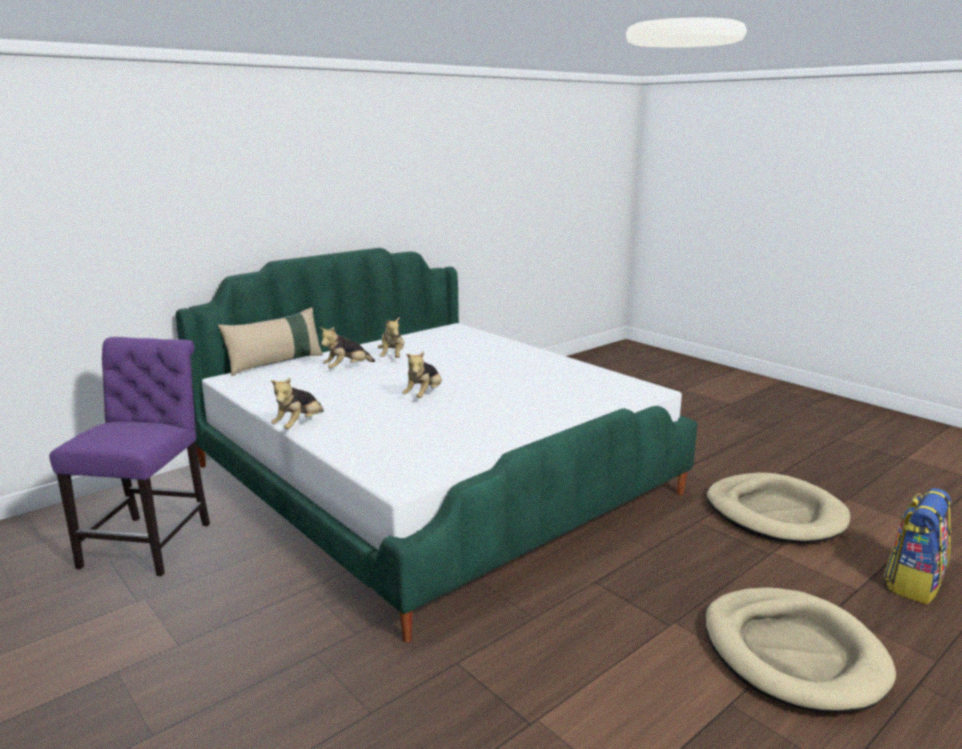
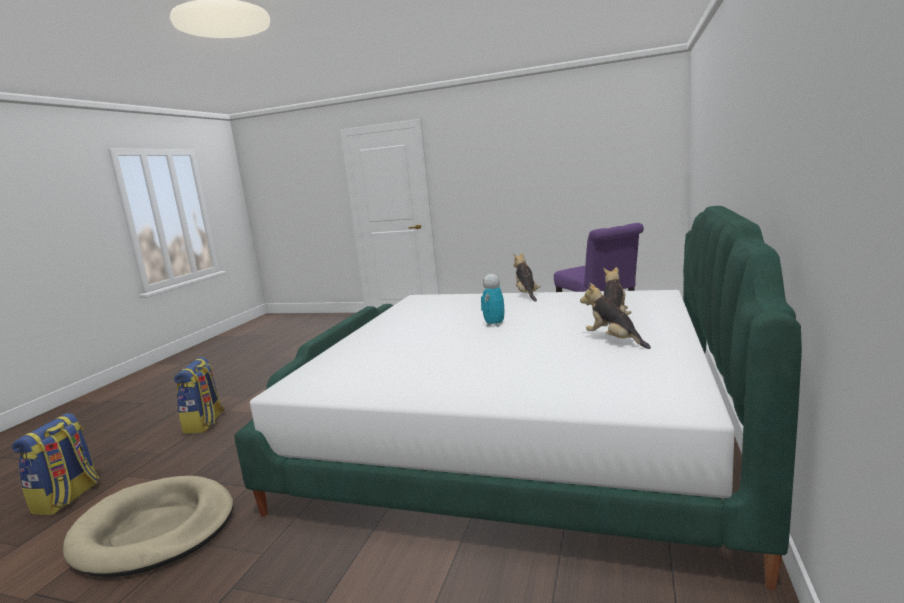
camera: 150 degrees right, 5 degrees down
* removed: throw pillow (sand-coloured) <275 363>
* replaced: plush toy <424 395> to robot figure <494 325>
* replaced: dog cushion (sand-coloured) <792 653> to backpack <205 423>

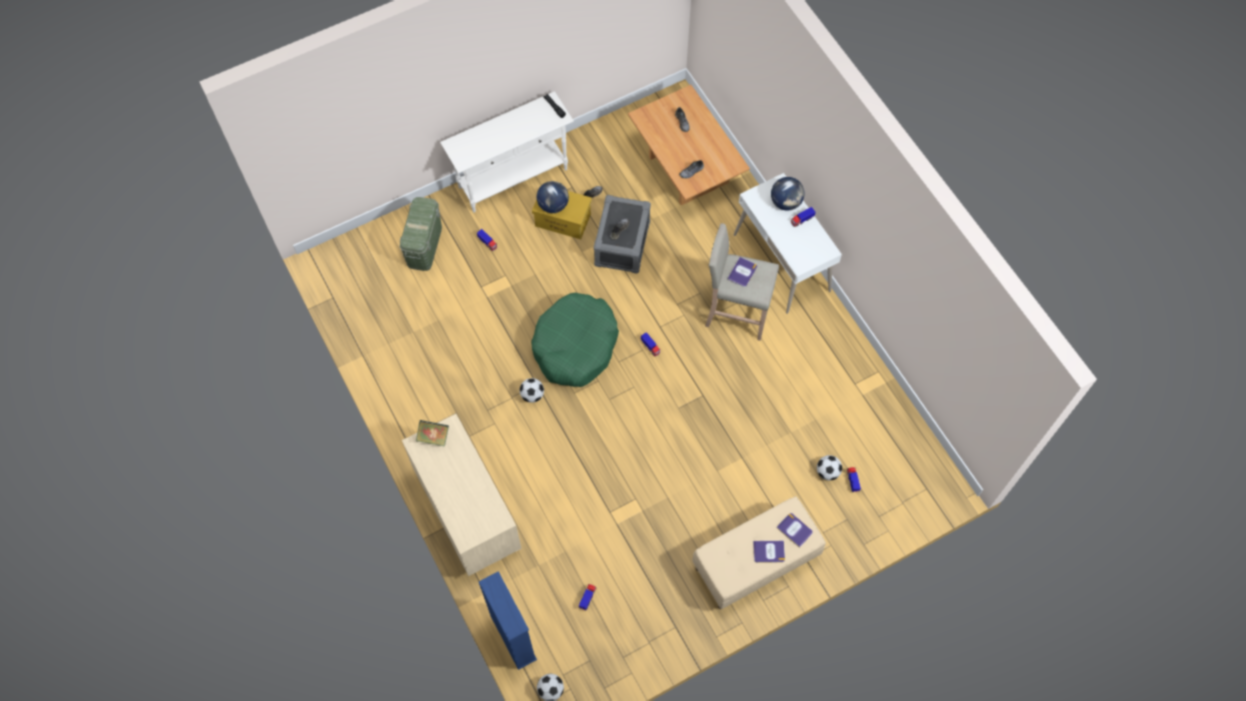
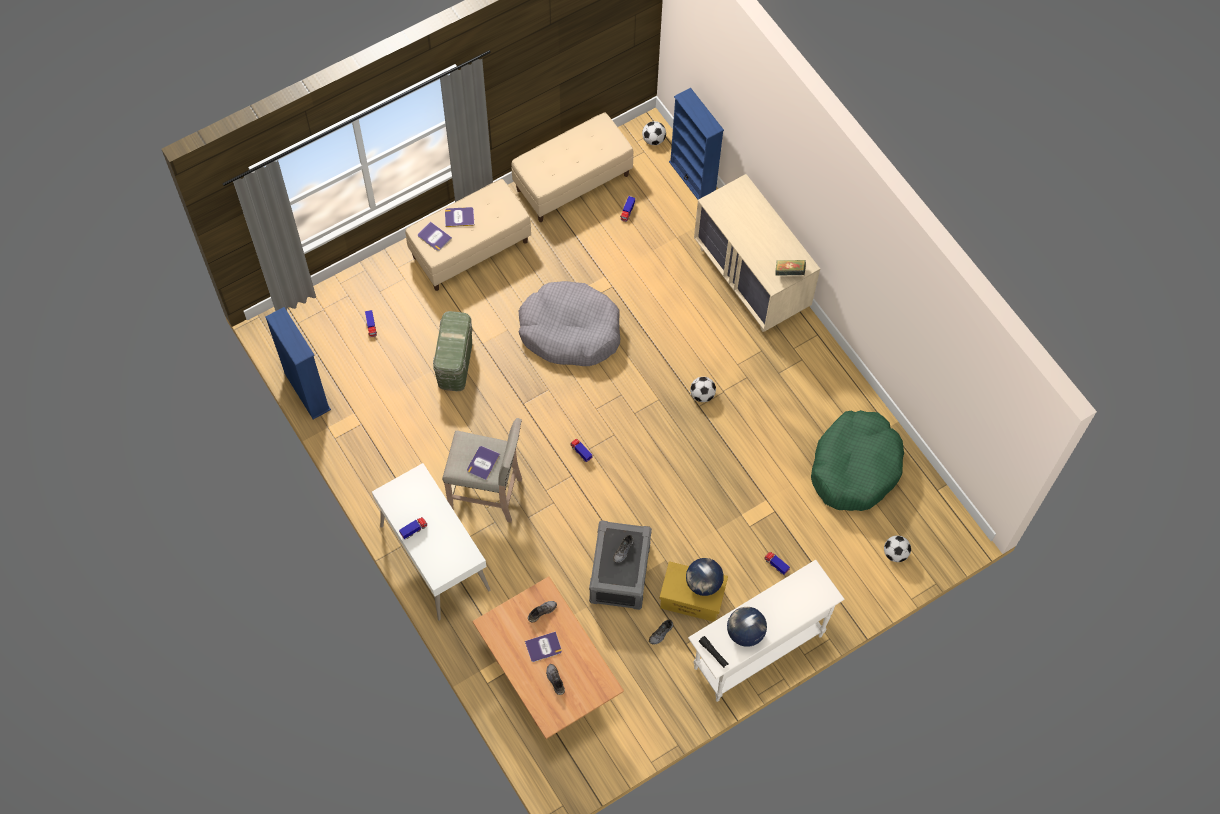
camera: 175 degrees right, 0 degrees up
* added: bookcase (bluish) <307 391>
* added: indoor bench (sand-coloured) <572 182>
* added: dog cushion (greyish) <570 331>
* added: volume <543 647>
* moved: storage container (greenish) <424 246> to <455 363>
* moved: dog cushion (greenish) <575 346> to <855 466>
* moved: globe <786 202> to <745 632>
* moved: football <827 472> to <895 553>

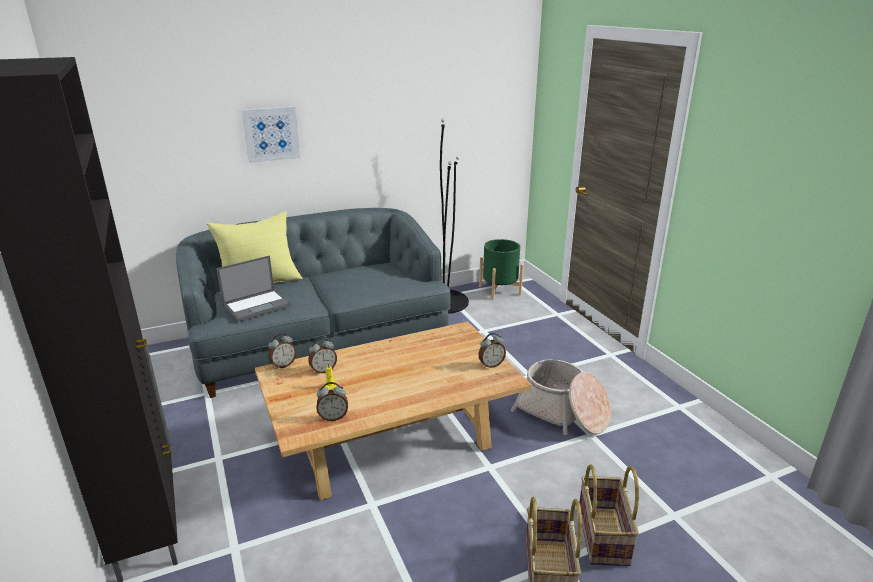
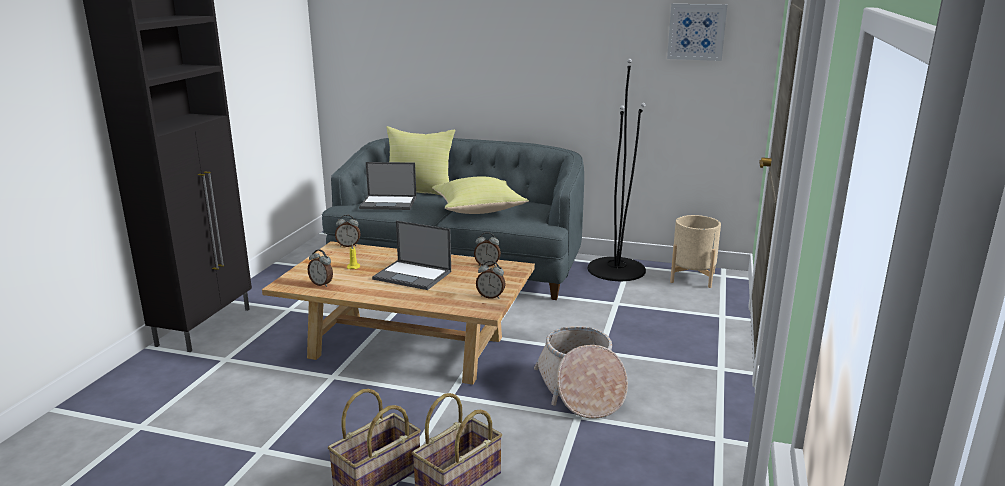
camera: 40 degrees right, 5 degrees down
* added: notebook computer <413 275>
* added: throw pillow (yellow-coloured) <479 210>
* moved: picture <271 134> to <696 32>
* moved: bedside clock <323 370> to <487 265>
* recoloured: plant pot (greenish) <500 290> to plant pot (sand-coloured) <692 277>

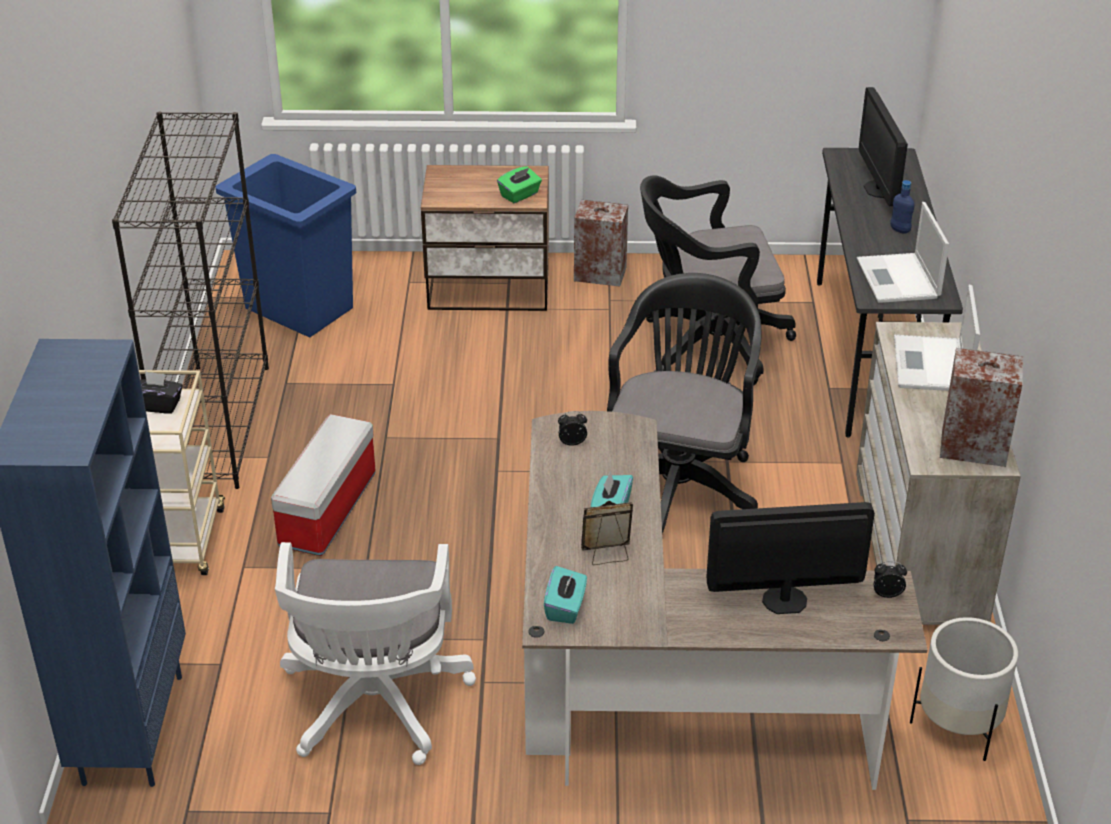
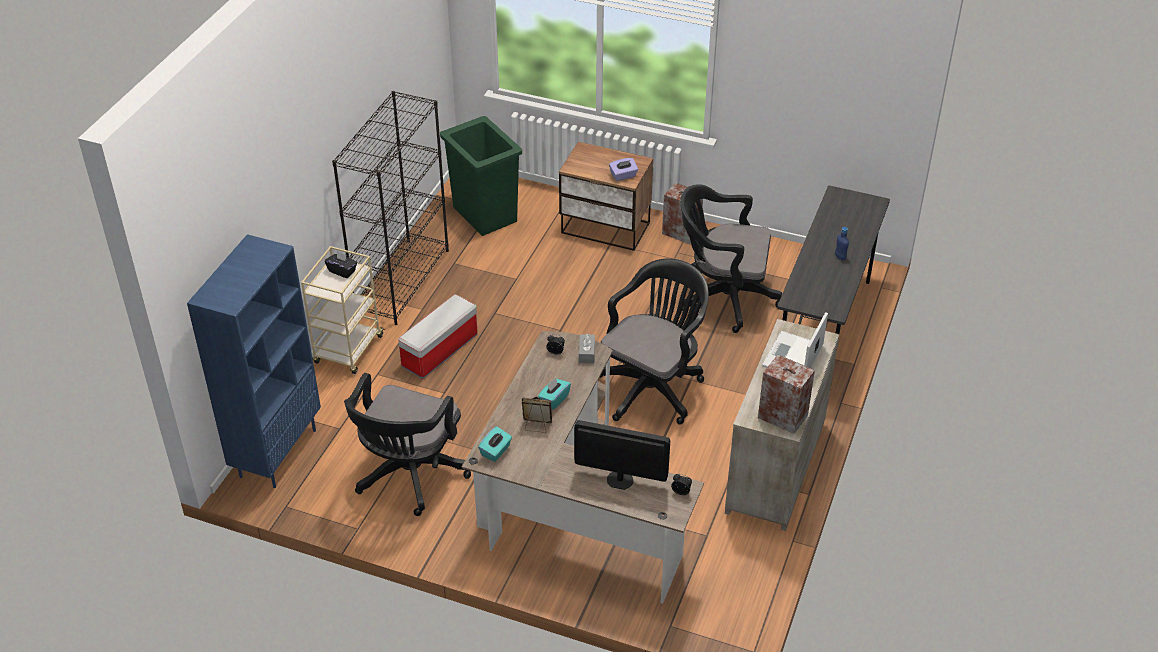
camera: 20 degrees right, 5 degrees up
* removed: notebook computer <899 280>
* removed: computer screen <879 189>
* removed: plant pot (white) <958 727>
* added: box of tissues (greyish) <586 353>
* recoloured: waste bin (bluish) <299 307> to waste bin (greenish) <485 214>
* recoloured: office chair (white) <374 708> to office chair (blackish) <408 477>
* recoloured: box of tissues (greenish) <520 195> to box of tissues (purple-coloured) <623 176>

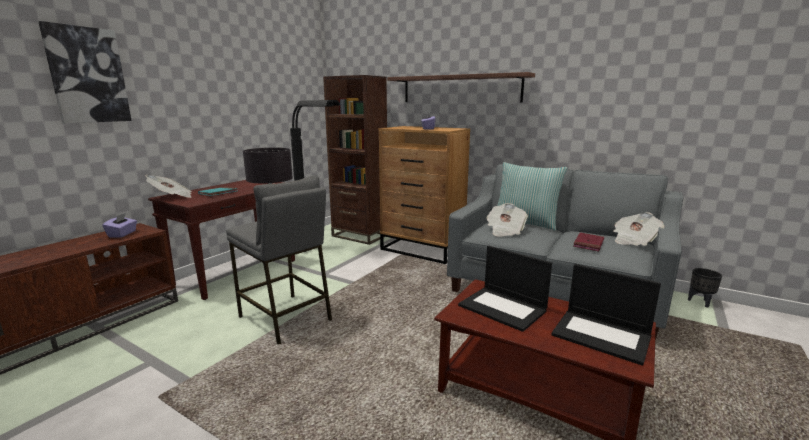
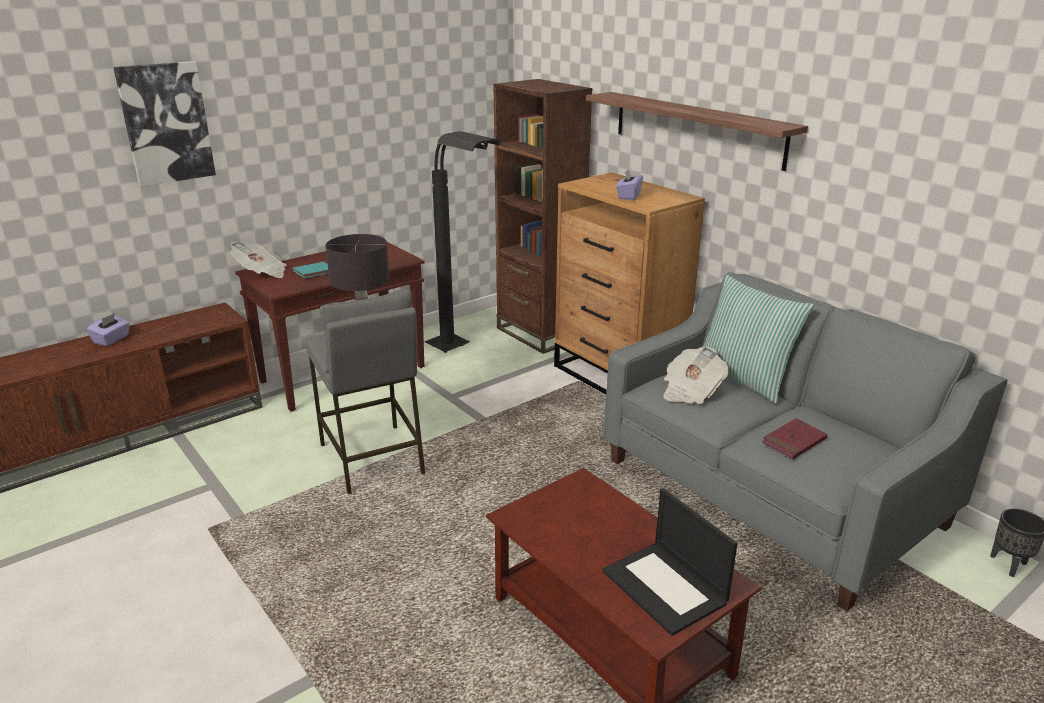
camera: 20 degrees right, 10 degrees up
* removed: notebook computer <503 308>
* removed: newspaper <634 240>
* moved: box of tissues (purple-coloured) <122 234> to <112 340>

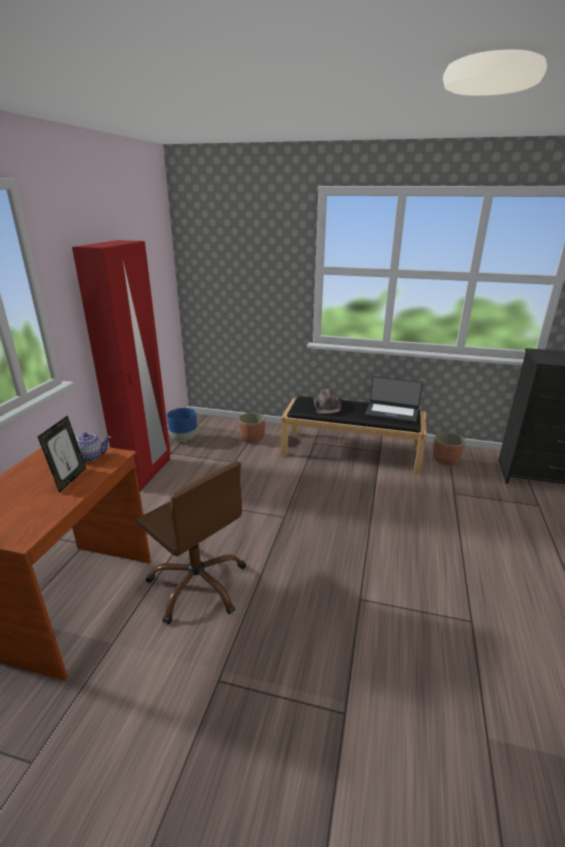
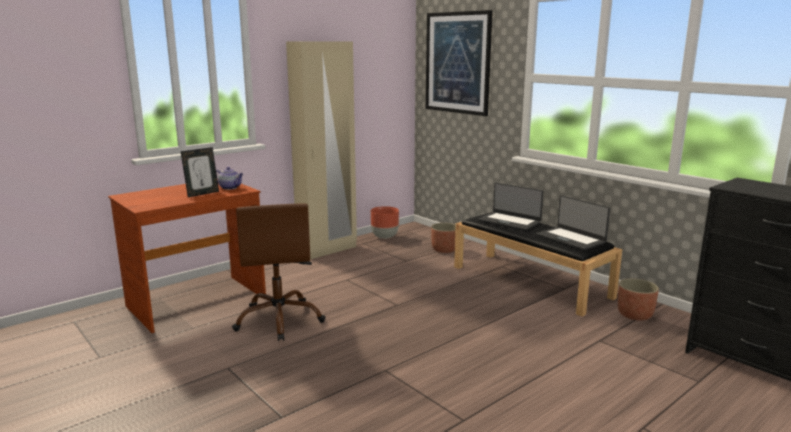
camera: 35 degrees right, 10 degrees down
* added: picture <457 63>
* replaced: clothing hat (brown-coloured) <327 405> to notebook computer <509 221>
* recoloured: clothes cupboard (red-coloured) <146 473> to clothes cupboard (sand-coloured) <327 250>
* recoloured: plant pot (bluish) <184 439> to plant pot (brown-coloured) <384 237>

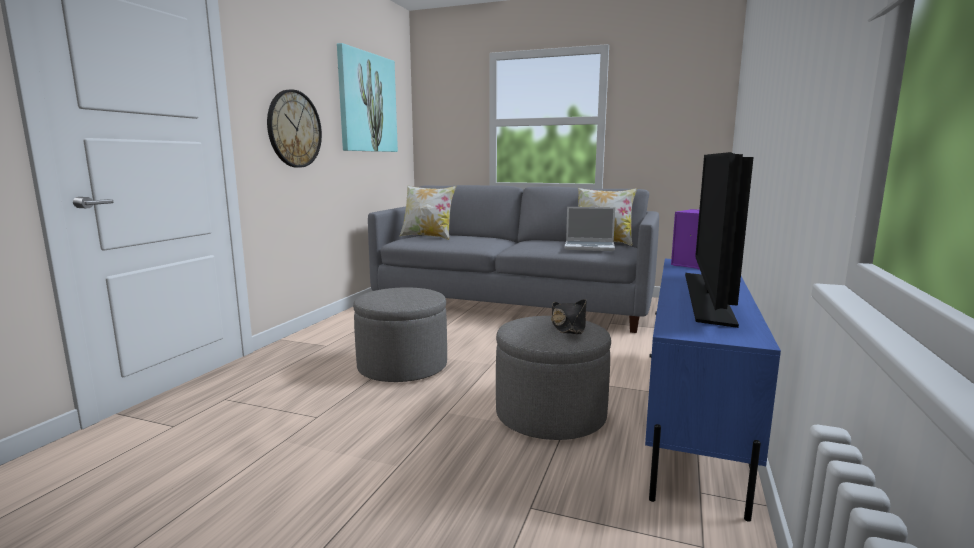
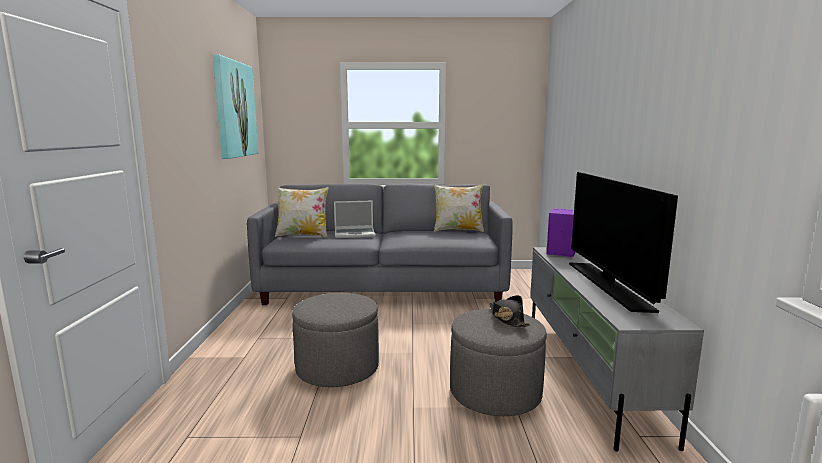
camera: 20 degrees left, 0 degrees up
* removed: hanging clock <294 129>
* moved: notebook computer <590 247> to <355 234>
* recoloured: tv stand (bluish) <692 412> to tv stand (greyish) <588 370>

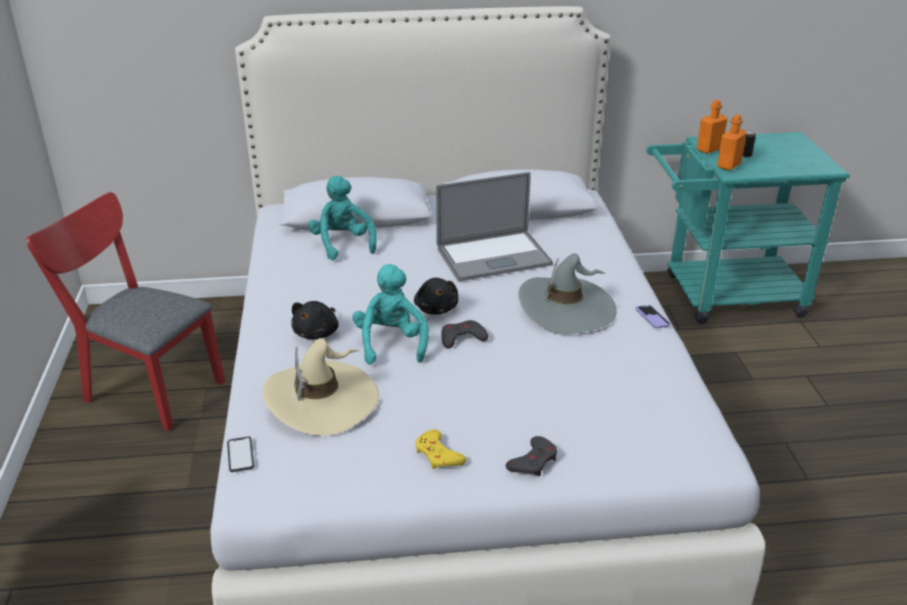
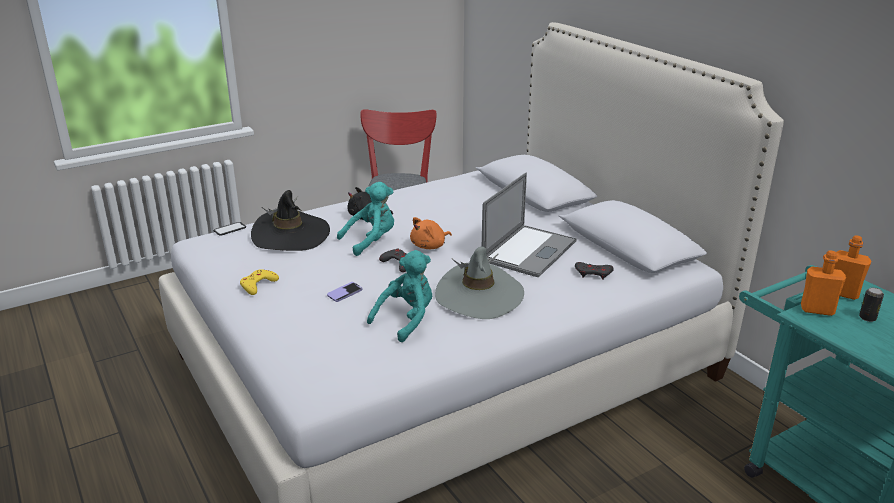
camera: 65 degrees right, 5 degrees down
* moved: plush toy (blue-green) <342 244> to <407 320>
* moved: gamepad (greyish) <533 461> to <593 273>
* moved: telephone <652 317> to <345 293>
* recoloured: clothing hat (sand-coloured) <322 400> to clothing hat (blackish) <291 235>
* recoloured: plush toy (blackish) <436 308> to plush toy (orange) <430 246>
* turned: notebook computer <493 256> = <529 251> 105 degrees counterclockwise

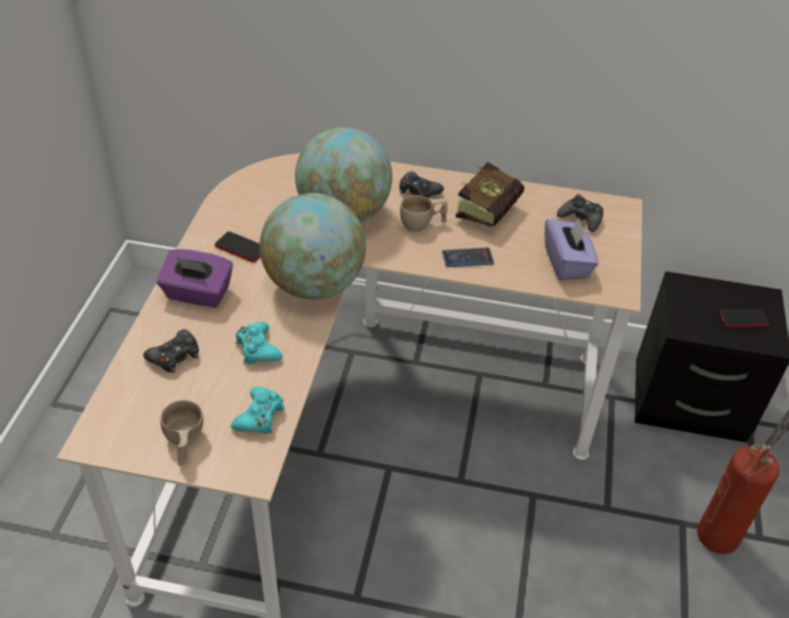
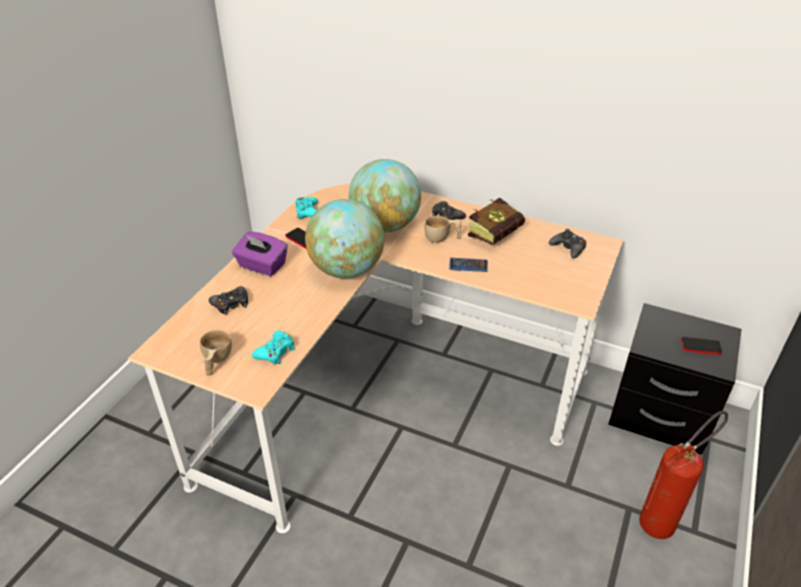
camera: 15 degrees right, 5 degrees down
* removed: box of tissues (purple-coloured) <567 263>
* moved: gamepad (blue-green) <257 349> to <307 212>

